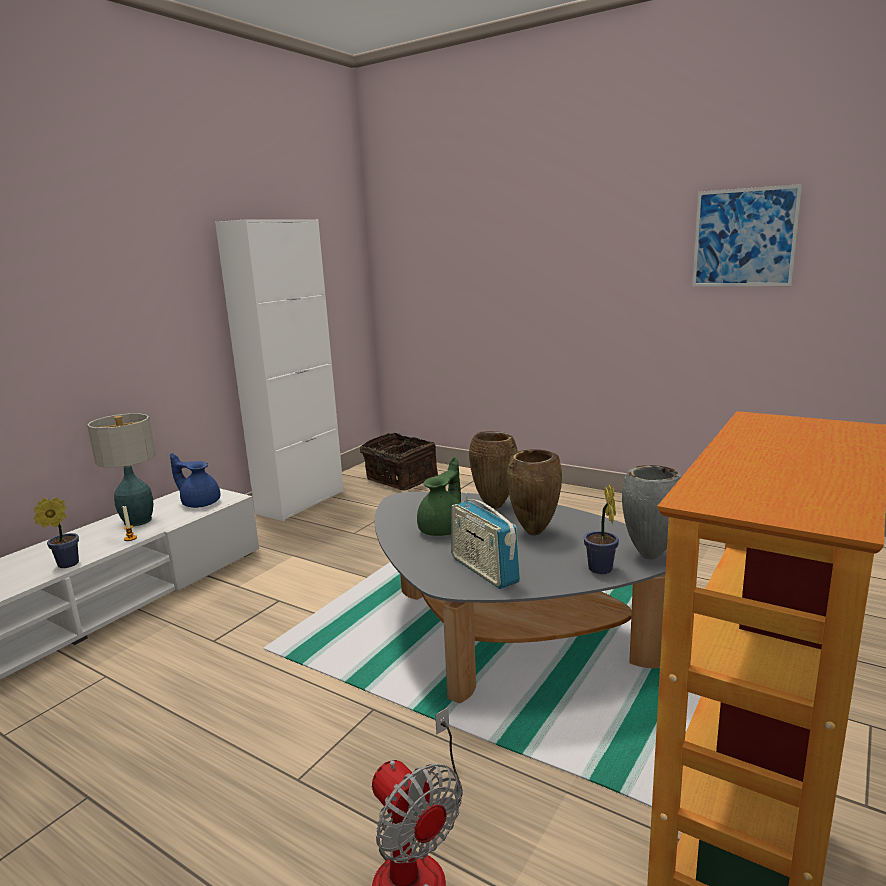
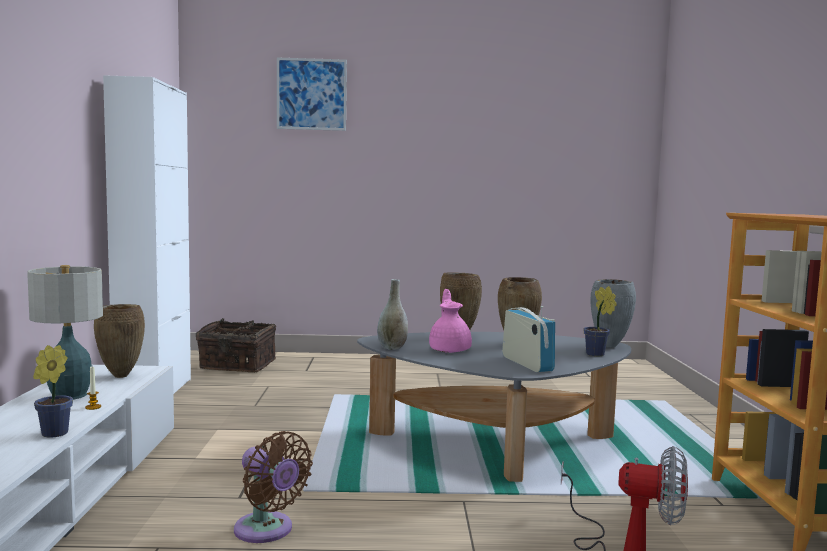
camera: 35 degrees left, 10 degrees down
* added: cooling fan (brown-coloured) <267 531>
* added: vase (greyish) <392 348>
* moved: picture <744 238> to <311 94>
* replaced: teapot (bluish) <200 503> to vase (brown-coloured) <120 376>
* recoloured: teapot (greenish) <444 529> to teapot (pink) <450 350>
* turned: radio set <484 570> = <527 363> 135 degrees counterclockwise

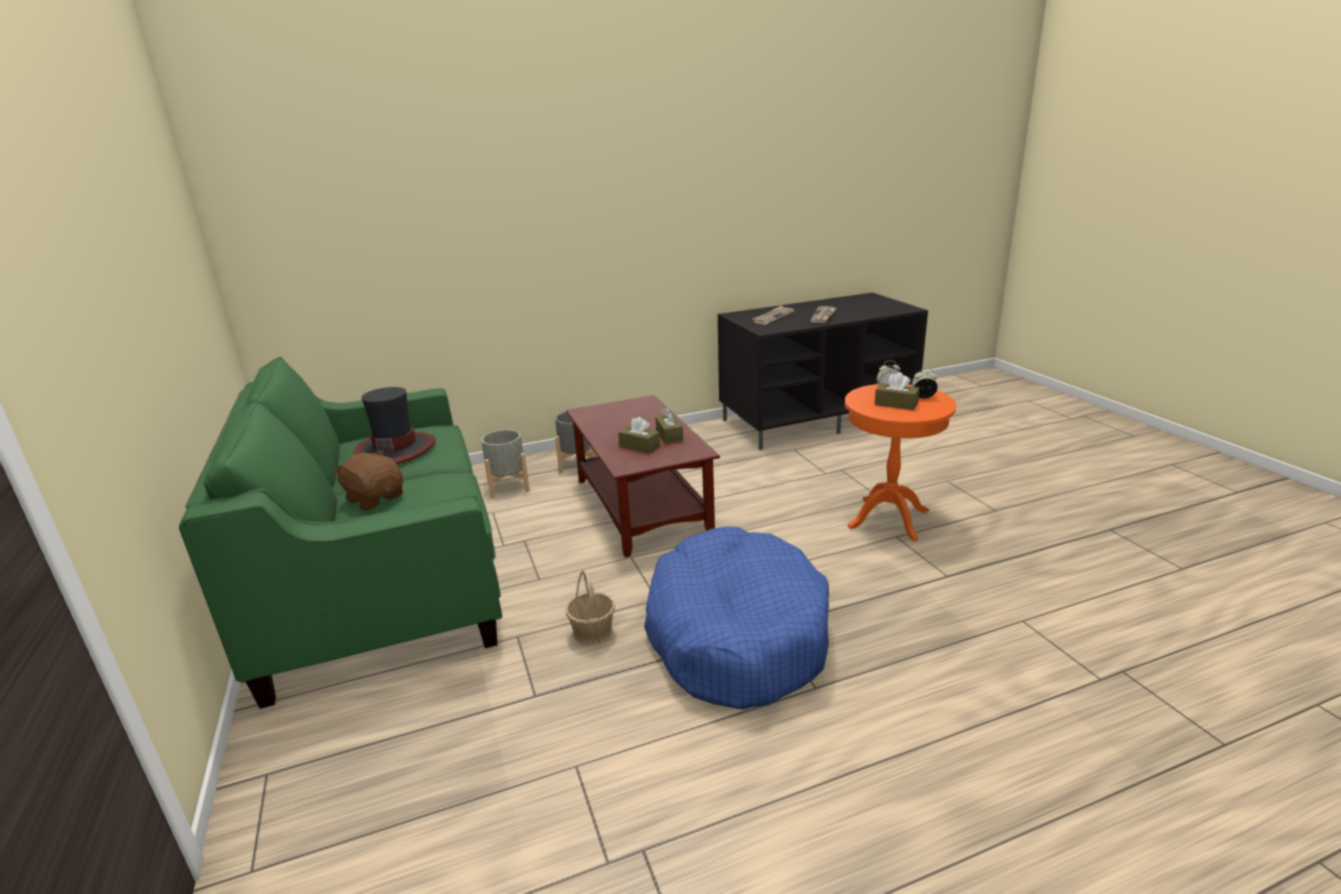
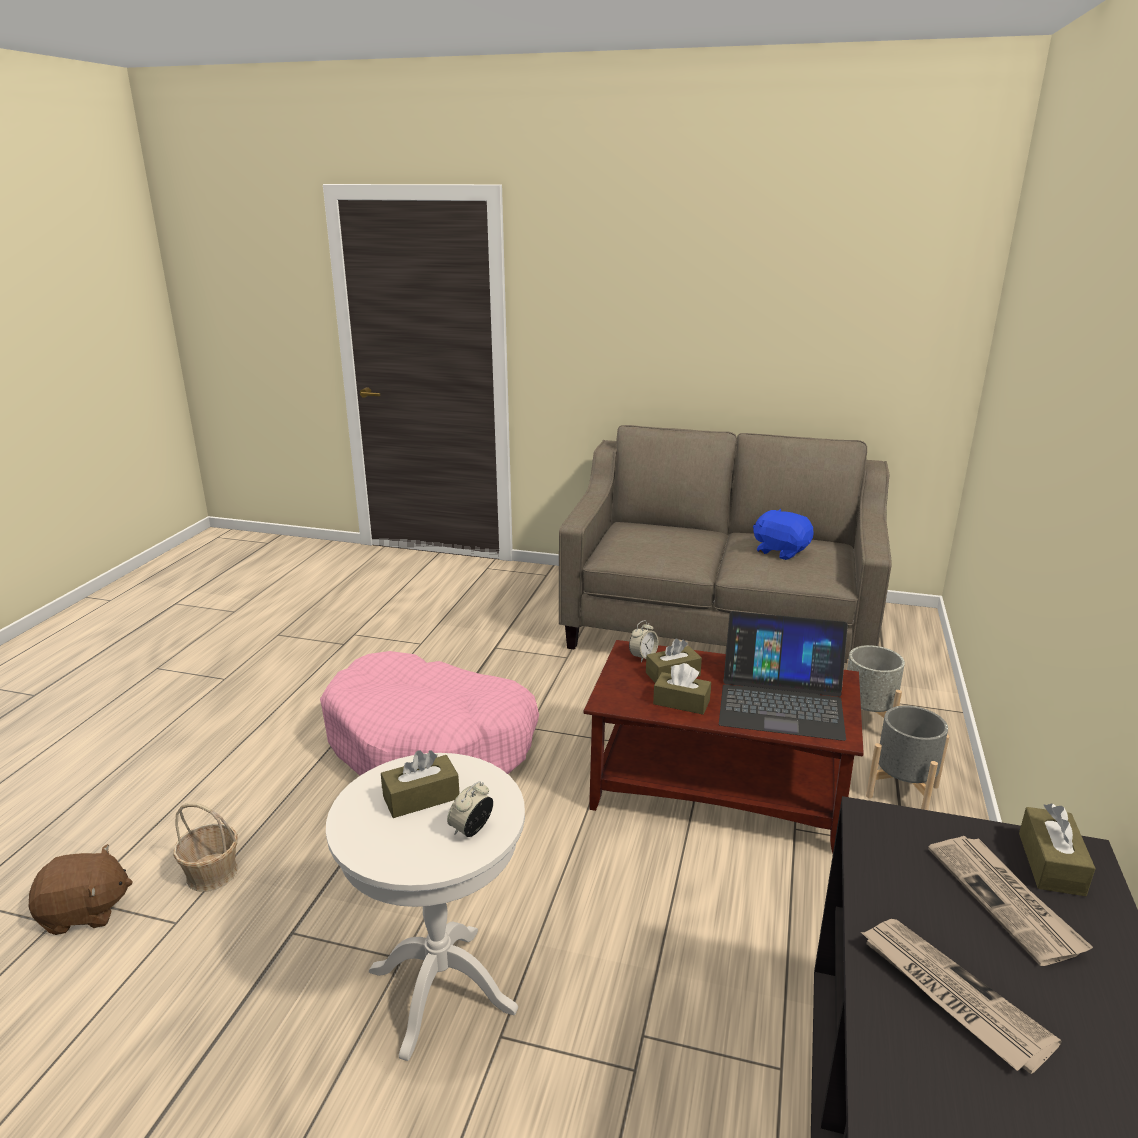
camera: 125 degrees right, 0 degrees up
* added: notebook computer <781 702>
* added: box of tissues (brown-coloured) <1051 863>
* moved: plush toy (brown-coloured) <375 498> to <85 912>
* moved: basket <593 632> to <212 874>
* moved: bedside clock <923 397> to <643 656>
* replaced: clothing hat <396 449> to plush toy (bluish) <781 551>
* recoloured: sofa (greenish) <382 579> to sofa (sand-coloured) <720 626>
* recoloured: dog cushion (bluish) <736 634> to dog cushion (pink) <431 742>
* recoloured: end table (orange) <889 518> to end table (white) <441 990>

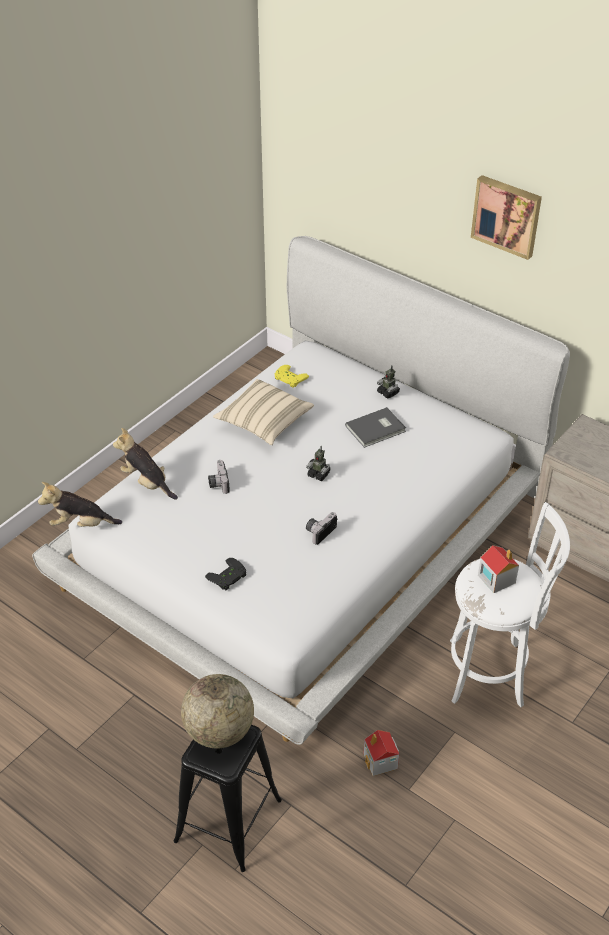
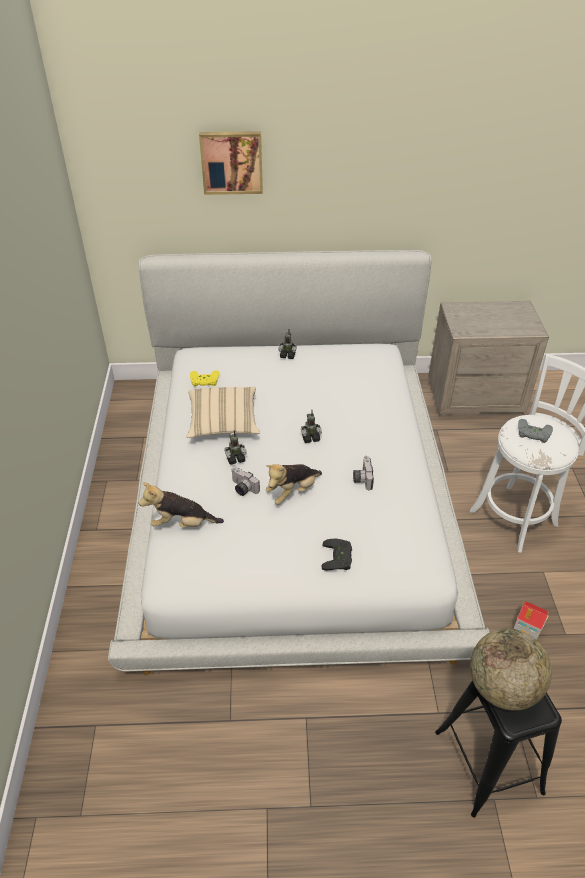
camera: 40 degrees left, 0 degrees up
* removed: volume (greyish) <377 429>
* added: robot figure <235 458>
* moved: plush toy <81 524> to <292 492>
* moved: picture <507 216> to <232 162>
* replaced: miniature house <496 579> to gamepad (greyish) <533 434>

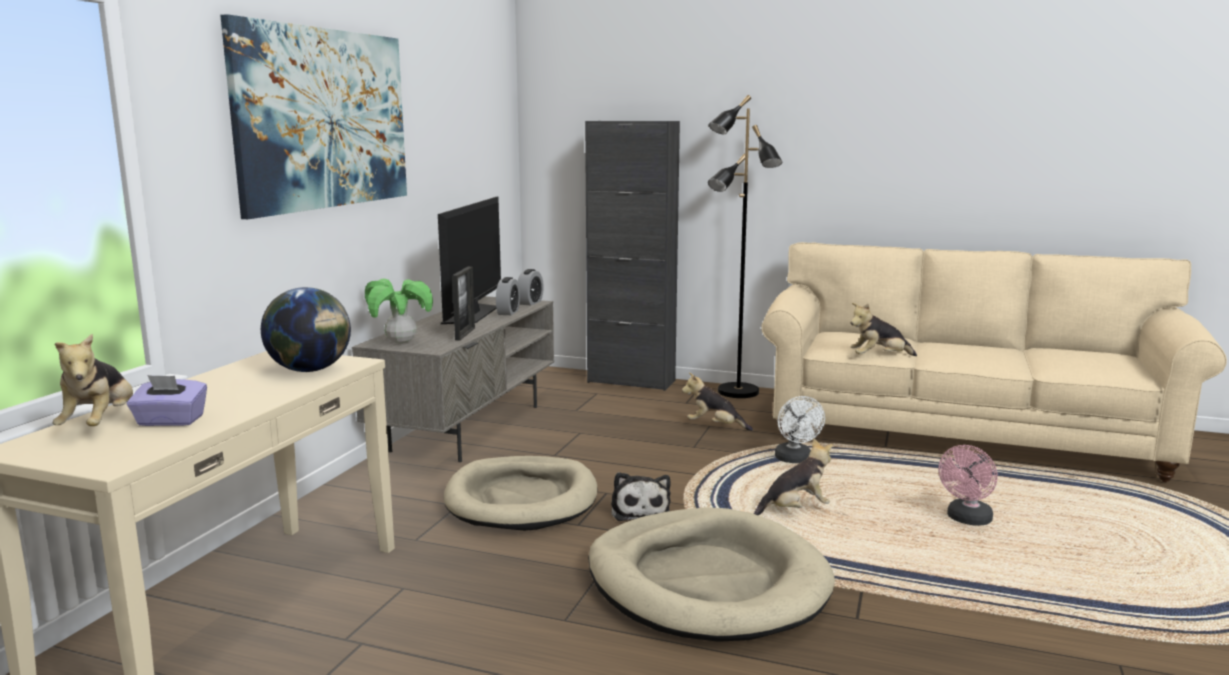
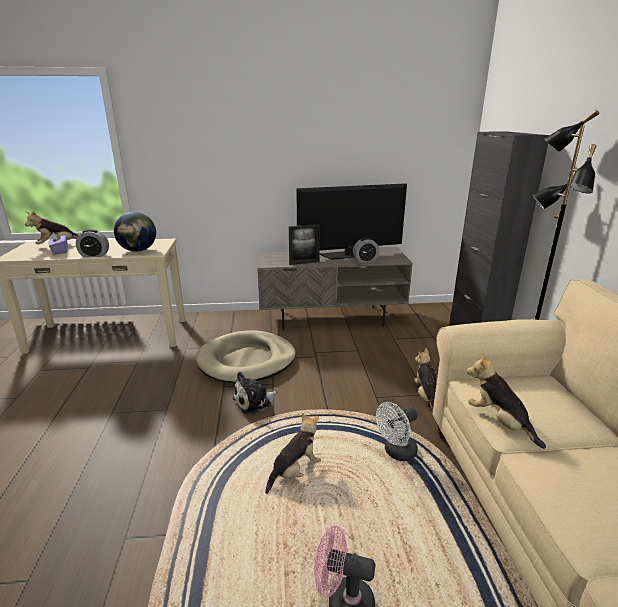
camera: 65 degrees right, 10 degrees up
* removed: picture <324 119>
* removed: houseplant <401 342>
* removed: dog cushion (sand-coloured) <706 582>
* moved: bedside clock <530 302> to <94 255>
* turned: plush toy <795 510> = <295 471> 90 degrees counterclockwise

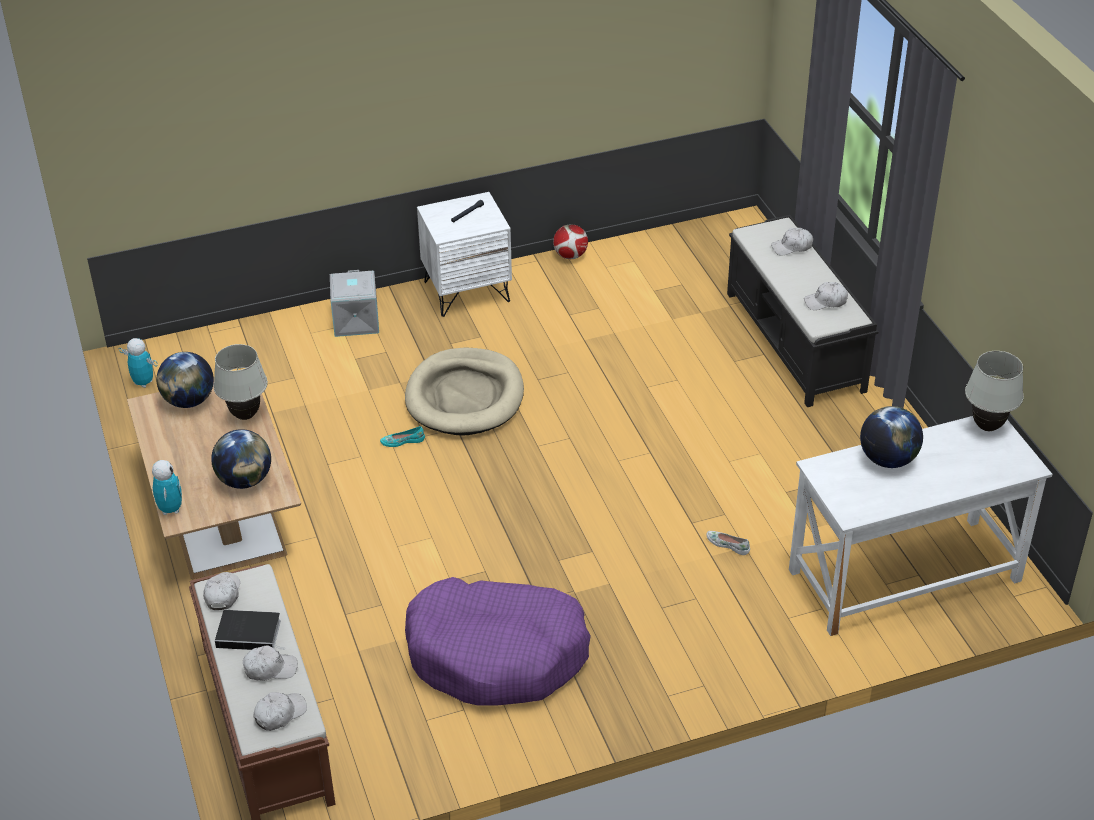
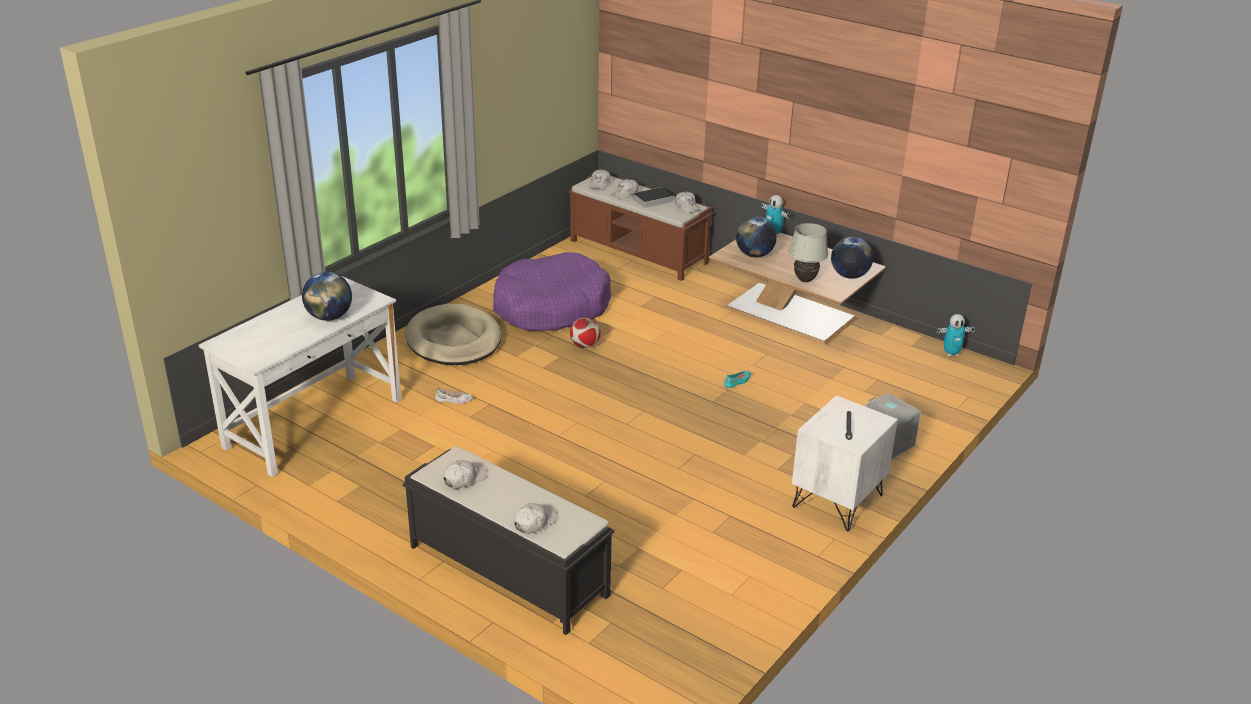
camera: 145 degrees right, 10 degrees down
* removed: tabletop lamp (white) <987 426>
* moved: dog cushion (sand-coloured) <465 396> to <454 340>
* moved: football <570 256> to <585 345>

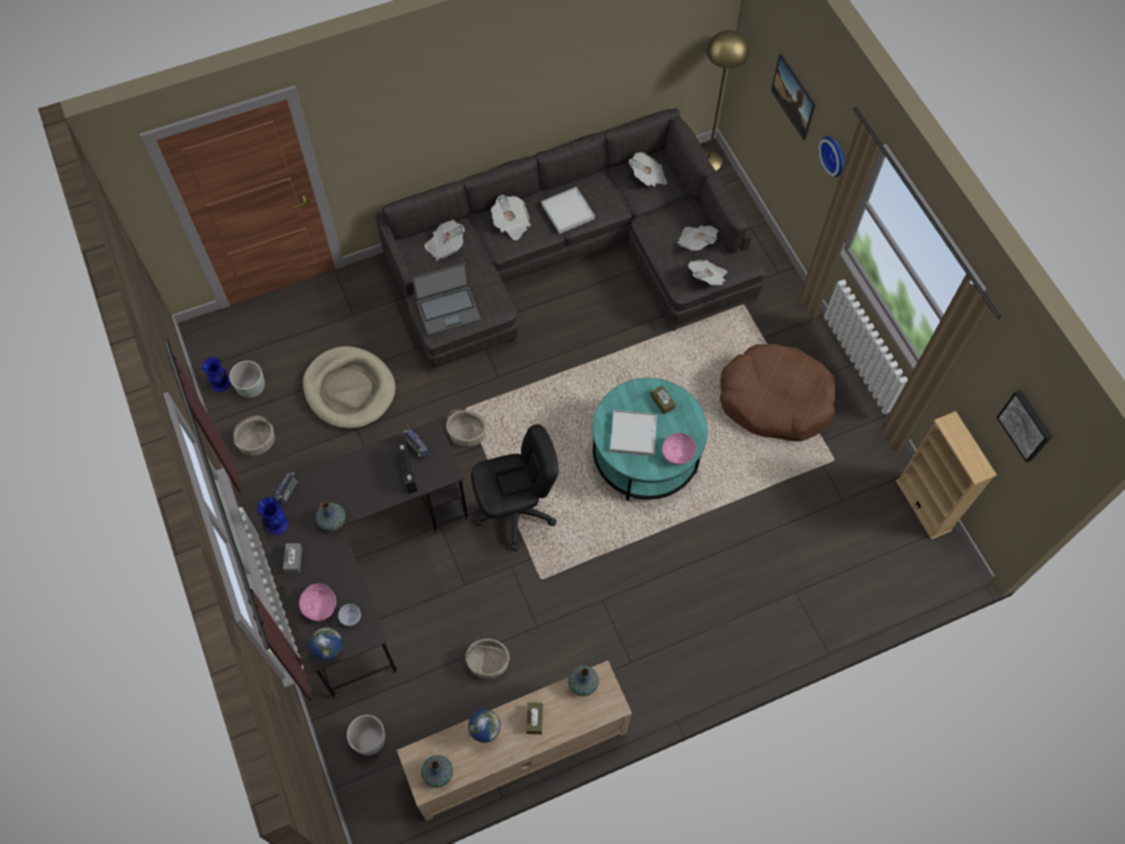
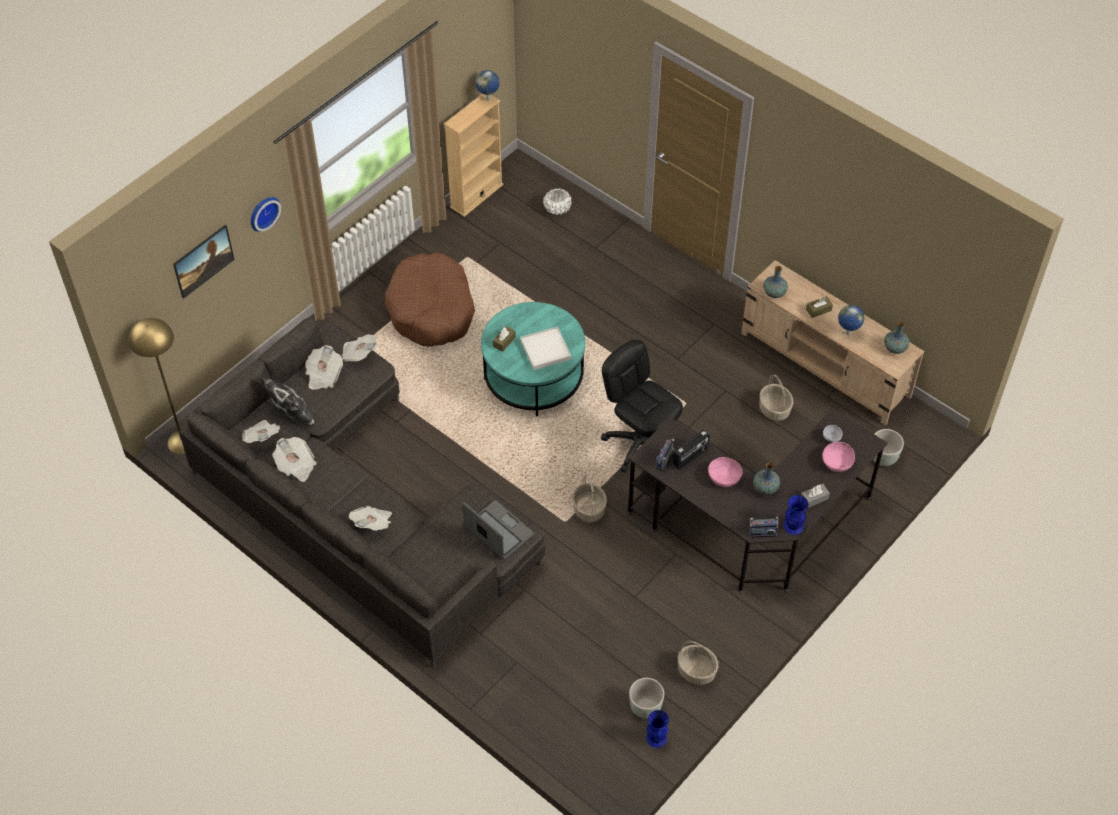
camera: 115 degrees left, 10 degrees down
* removed: dog cushion (sand-coloured) <349 389>
* removed: serving tray (white) <568 211>
* removed: picture <1026 425>
* added: throw pillow <292 417>
* added: plant pot (white) <557 208>
* moved: globe <330 653> to <488 100>
* moved: newspaper <445 246> to <296 465>
* moved: bowl (pink) <677 453> to <724 477>

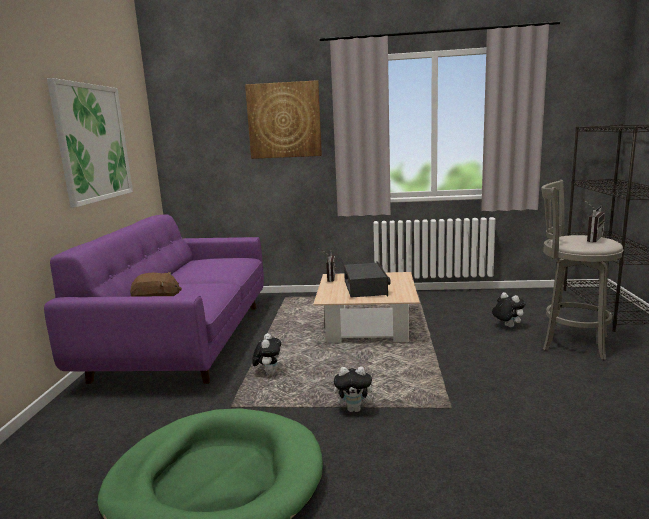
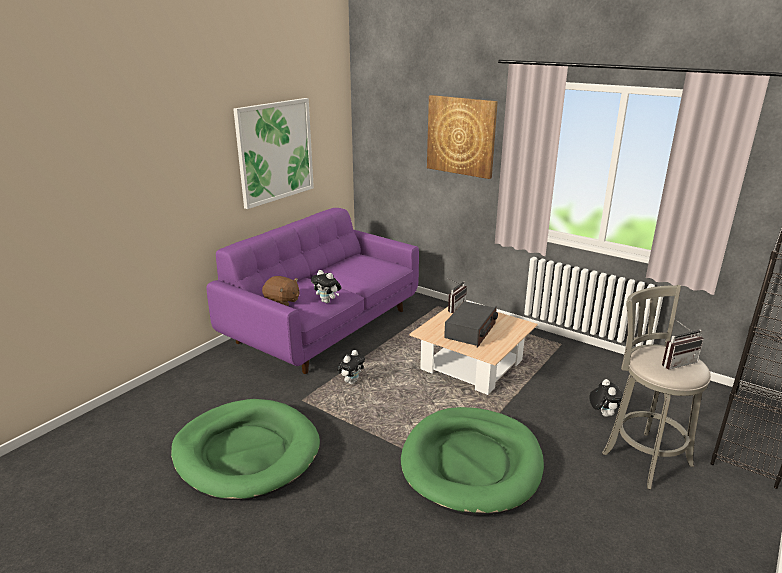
camera: 30 degrees right, 10 degrees up
* added: dog cushion (greenish) <471 463>
* moved: plush toy <355 409> to <327 301>

